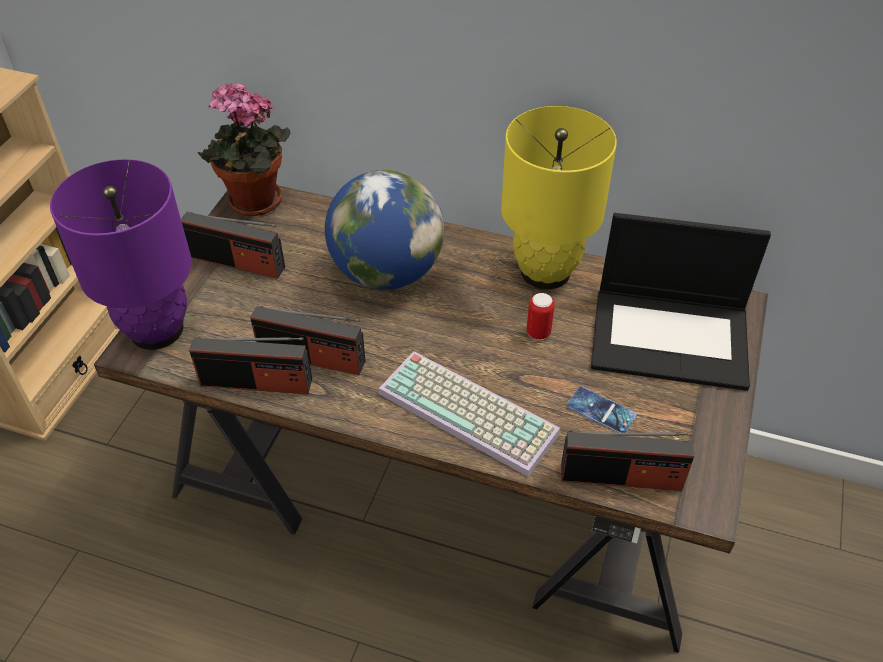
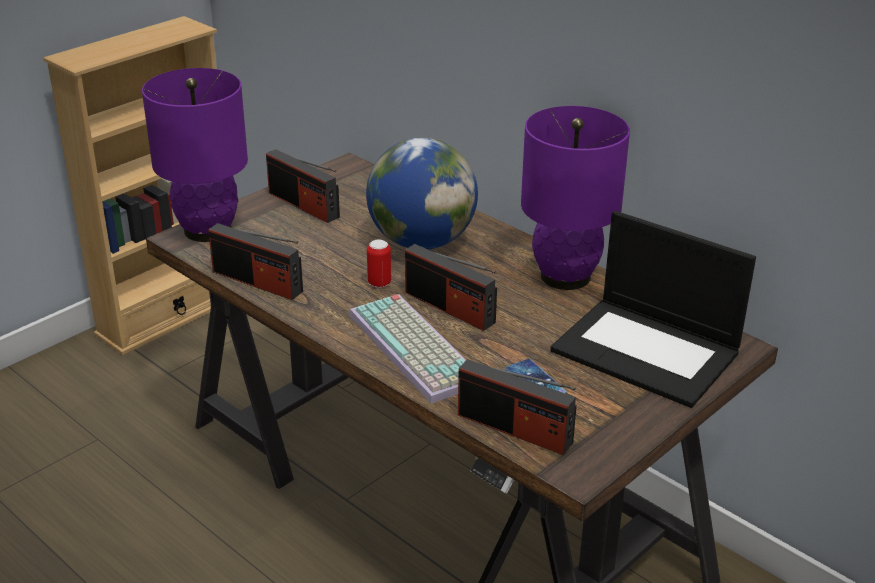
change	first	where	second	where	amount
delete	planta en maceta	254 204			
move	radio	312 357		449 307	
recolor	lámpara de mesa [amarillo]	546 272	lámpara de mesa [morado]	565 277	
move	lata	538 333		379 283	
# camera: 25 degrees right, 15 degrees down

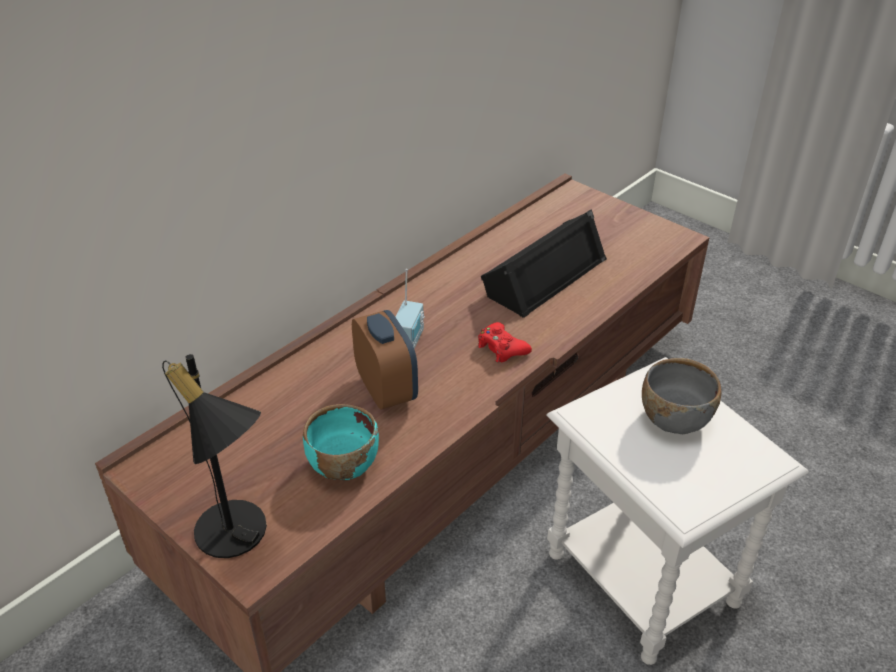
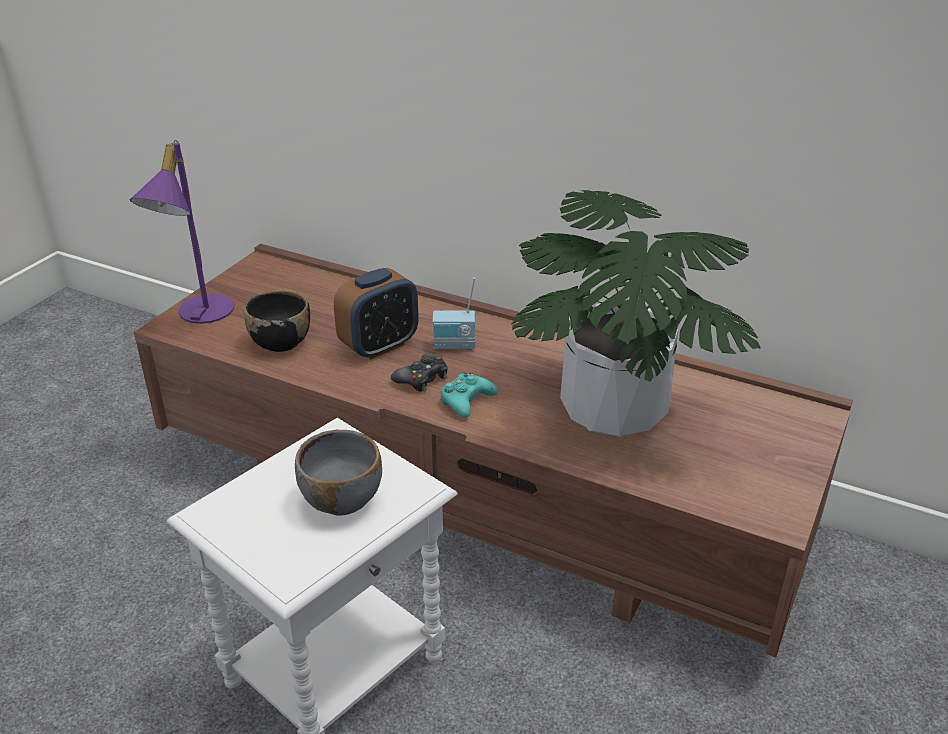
change	first	where	second	where	amount
recolor	lámpara de mesa [negro]	238 538	lámpara de mesa [morado]	197 314	
recolor	cuenco [turquesa]	343 464	cuenco [negro]	281 342	
recolor	mando de consola [rojo]	501 348	mando de consola [turquesa]	466 401	
replace	altavoz [negro]	543 275	planta en maceta	613 412	
insert			mando de consola [negro]	422 378	
# camera: 75 degrees right, 5 degrees down

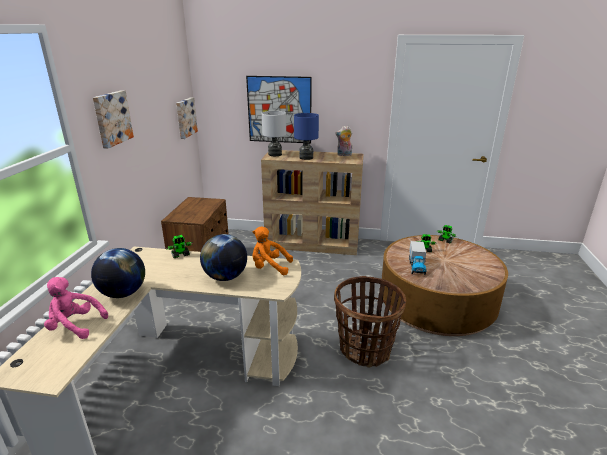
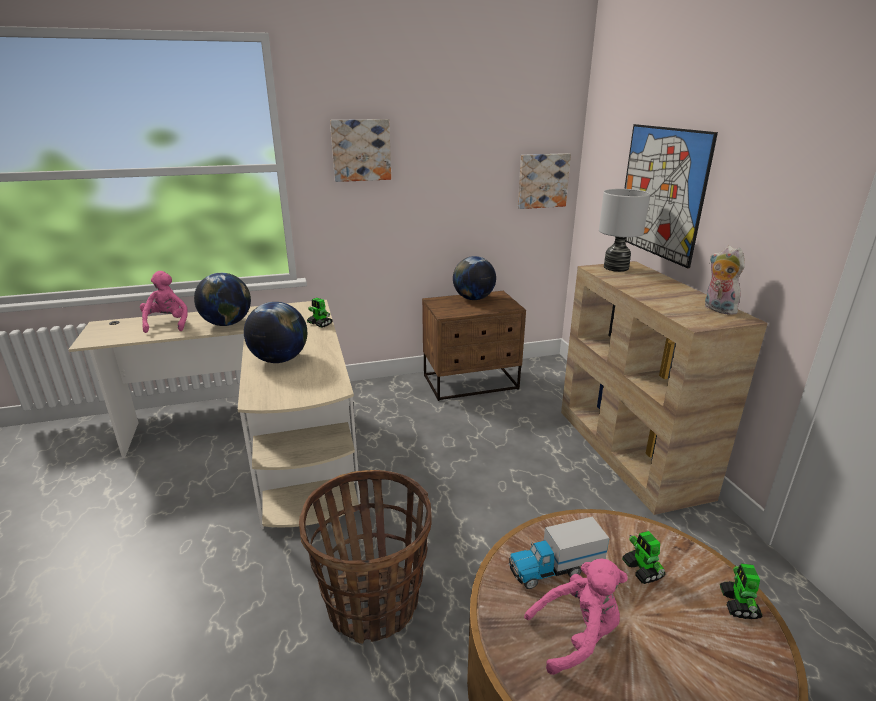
change	first	where	second	where	amount
delete	peluche [naranja]	269 267			
delete	lámpara de mesa [azul]	306 158			
insert			globo terráqueo	473 299	
insert			peluche [rosa]	577 635	
# camera: 65 degrees right, 0 degrees up

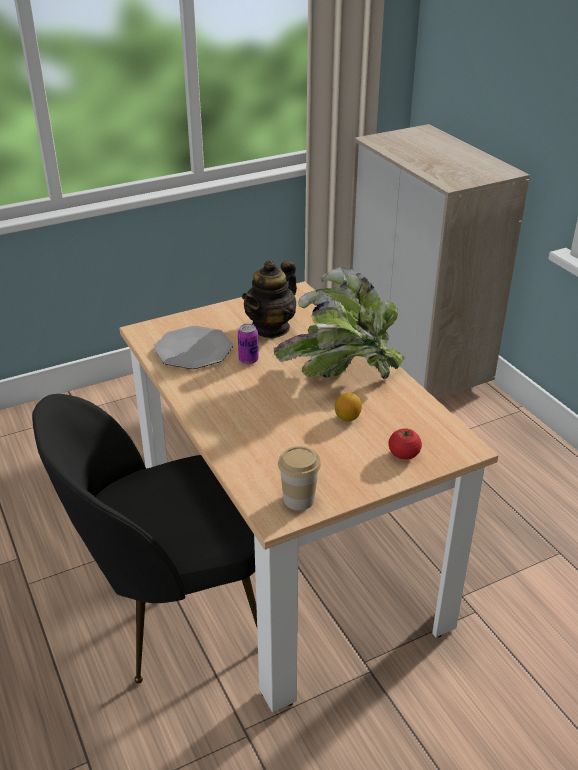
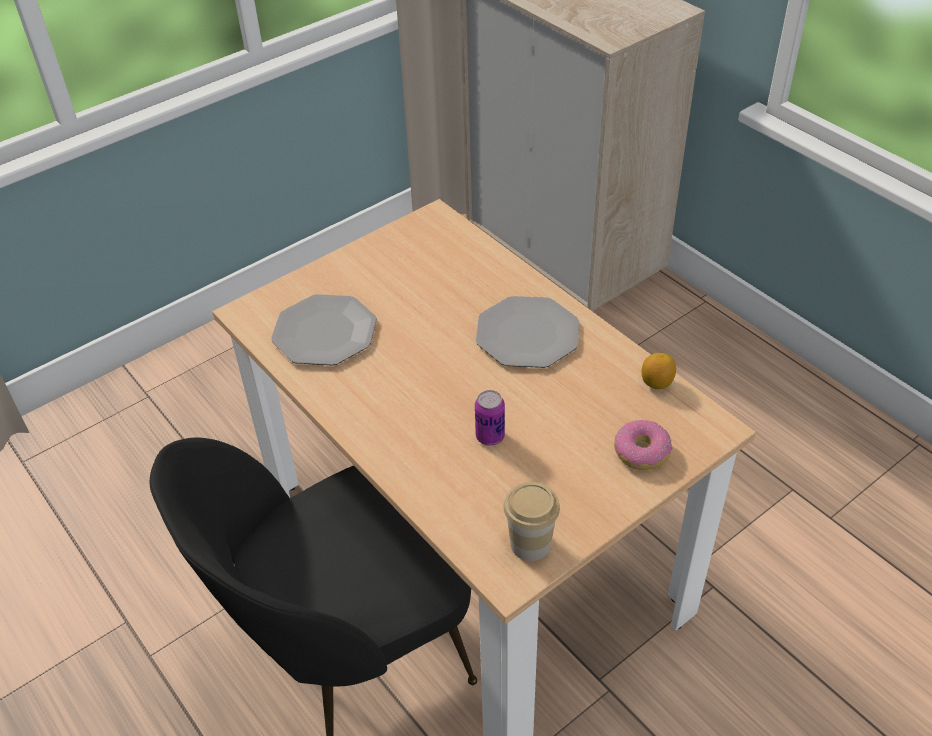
change	first	where	second	where	amount
move	lata	248 360		490 436	
delete	tetera	271 328			
replace	planta en maceta	341 370	plato	527 334	
move	limón	347 417		656 383	
replace	tomate	403 454	rosquilla	641 451	
# camera: 10 degrees left, 10 degrees up

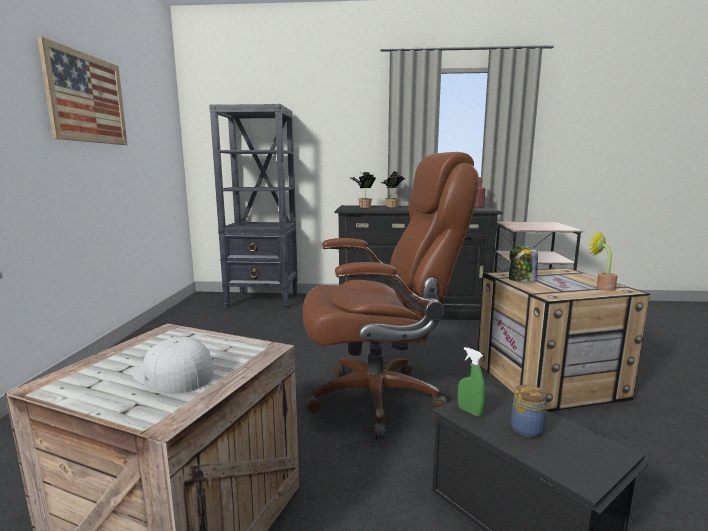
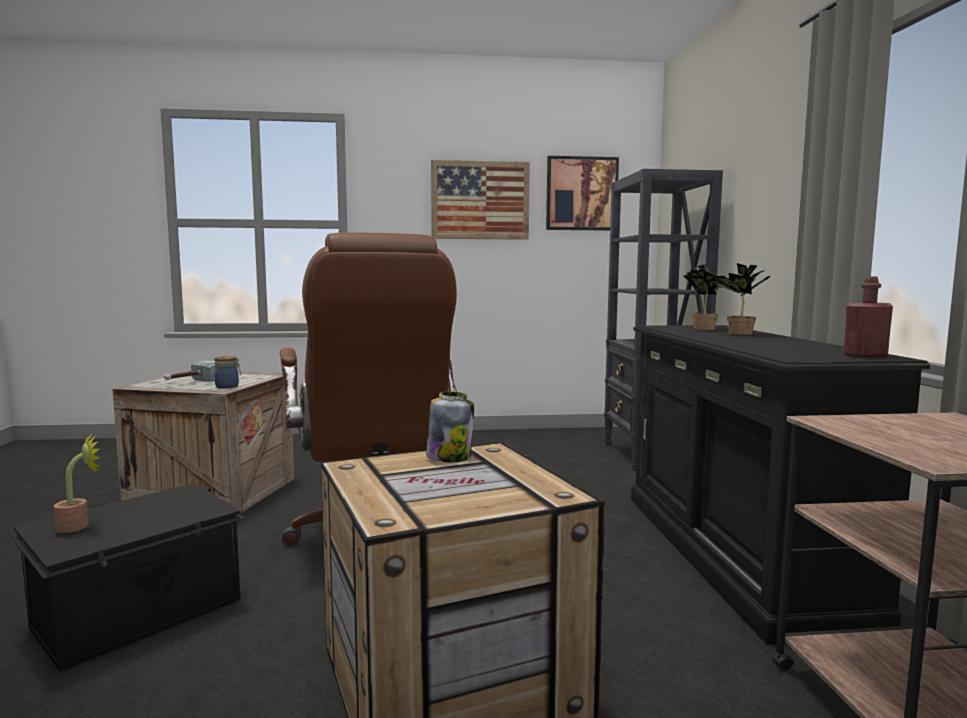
change	first	where	second	where	amount
replace	gorra [blanco]	172 374	martillo	193 382	
delete	pulverizador [verde]	470 411			
move	tarro	525 428		228 386	
move	planta en maceta	602 287		79 525	
insert			cuadro	581 194	
# camera: 80 degrees right, 5 degrees down

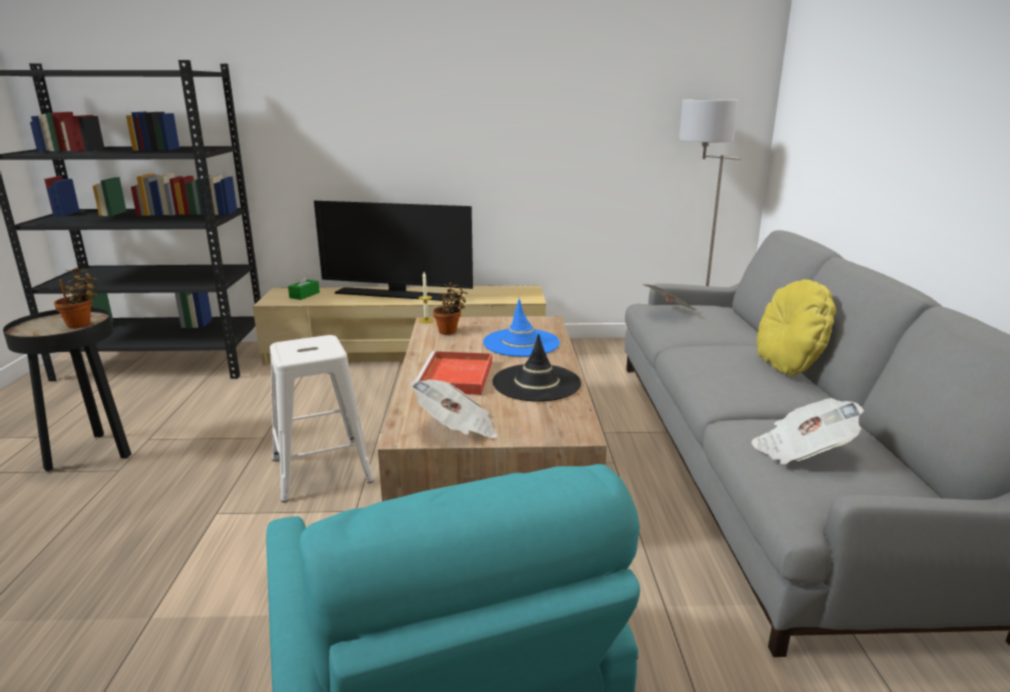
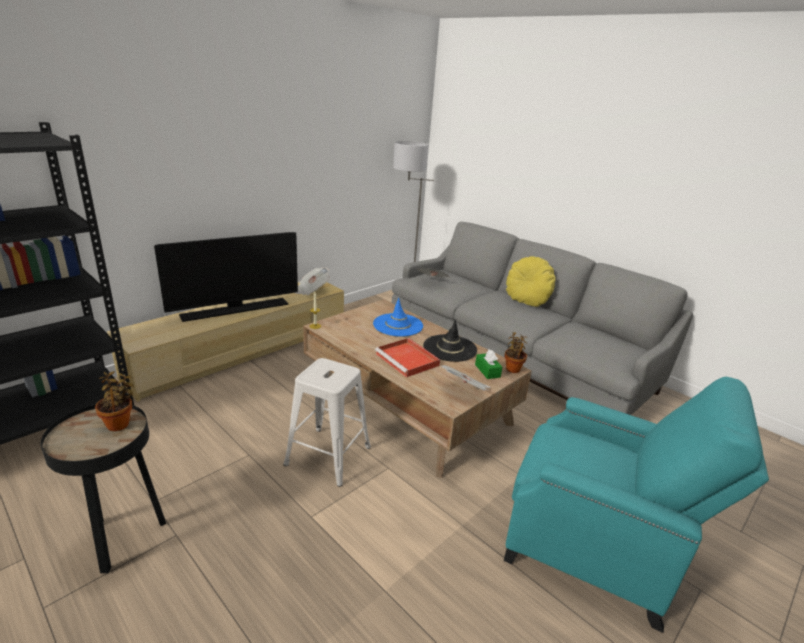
change	first	where	second	where	amount
move	caja de pañuelos [verde]	304 295		487 371	
move	planta en maceta	449 331		513 368	
move	periódico	801 452		311 290	
# camera: 45 degrees left, 5 degrees up

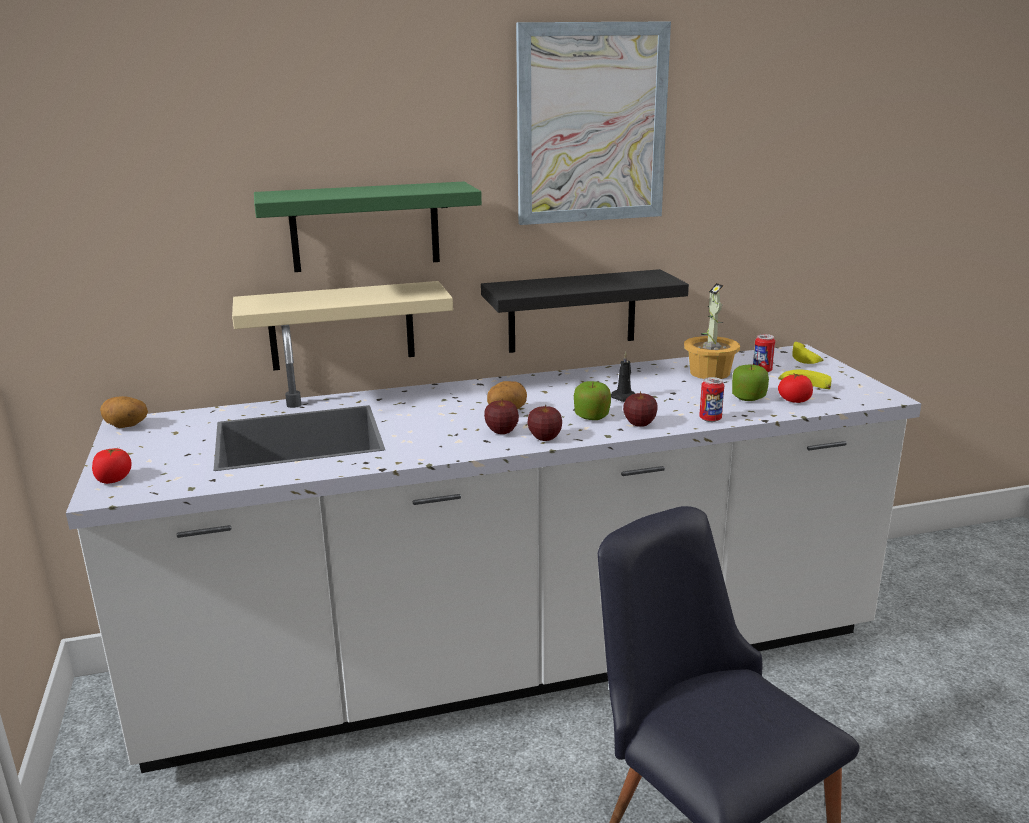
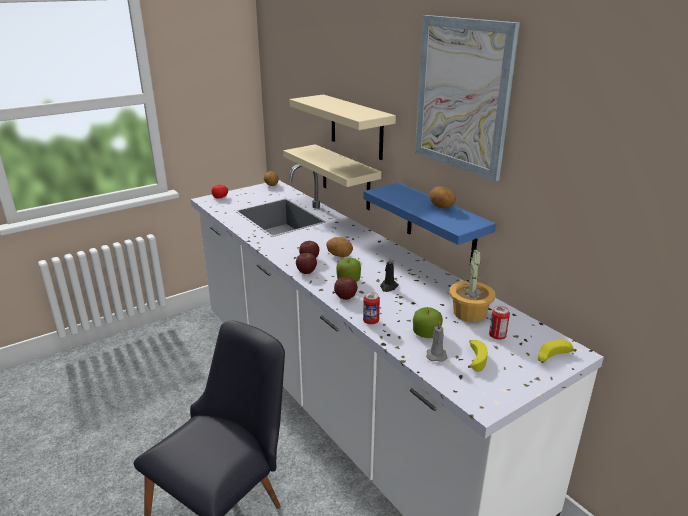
change	first	where	second	where	amount
recolor	estante [verde]	365 227	estante [beis]	356 127	
recolor	estante [negro]	572 311	estante [azul]	441 225	
replace	tomate	794 400	vela [gris]	436 355	
insert			patata	441 207	
# camera: 70 degrees right, 5 degrees up

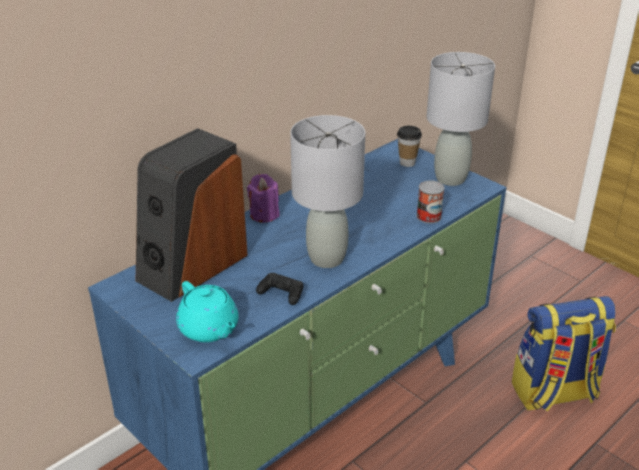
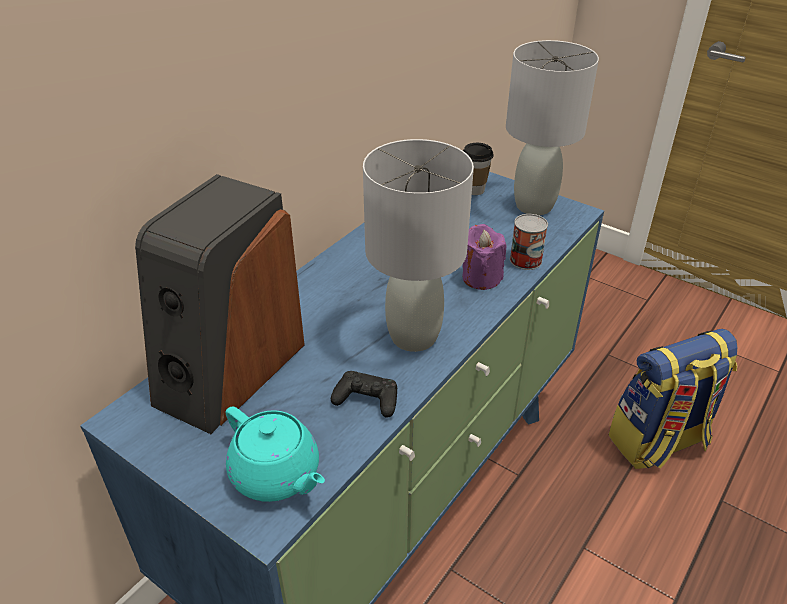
change	first	where	second	where	amount
move	vela [morado]	264 214		481 278	
# camera: 10 degrees left, 5 degrees up

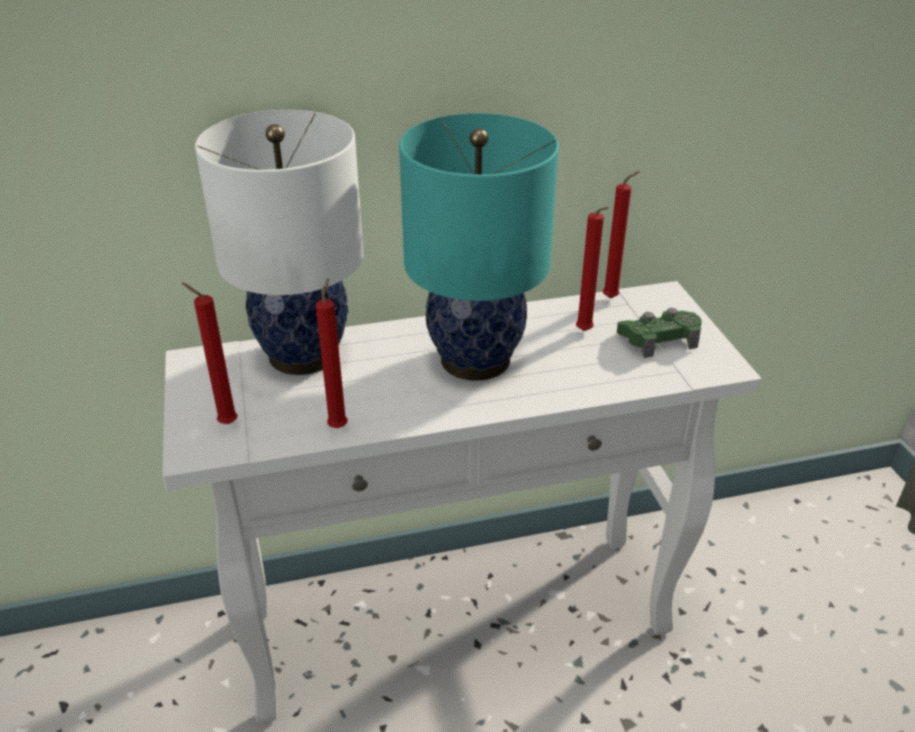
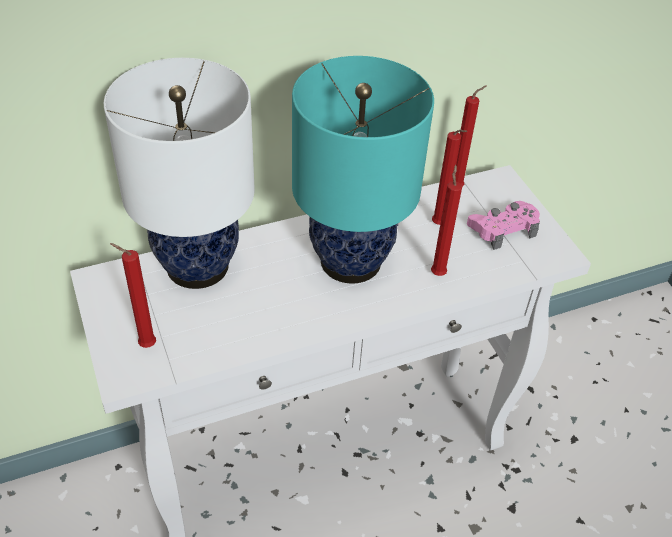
change	first	where	second	where	amount
move	vela [rojo]	339 425		438 272	
recolor	mando de consola [verde]	659 339	mando de consola [rosa]	503 229	
# camera: 10 degrees left, 10 degrees up

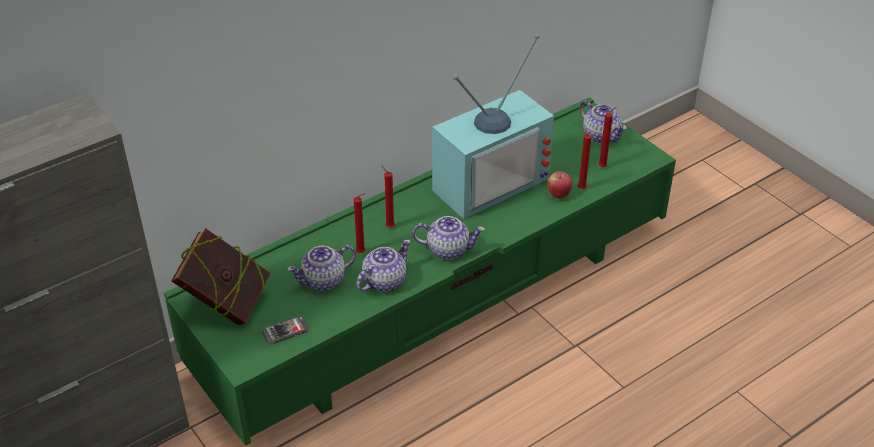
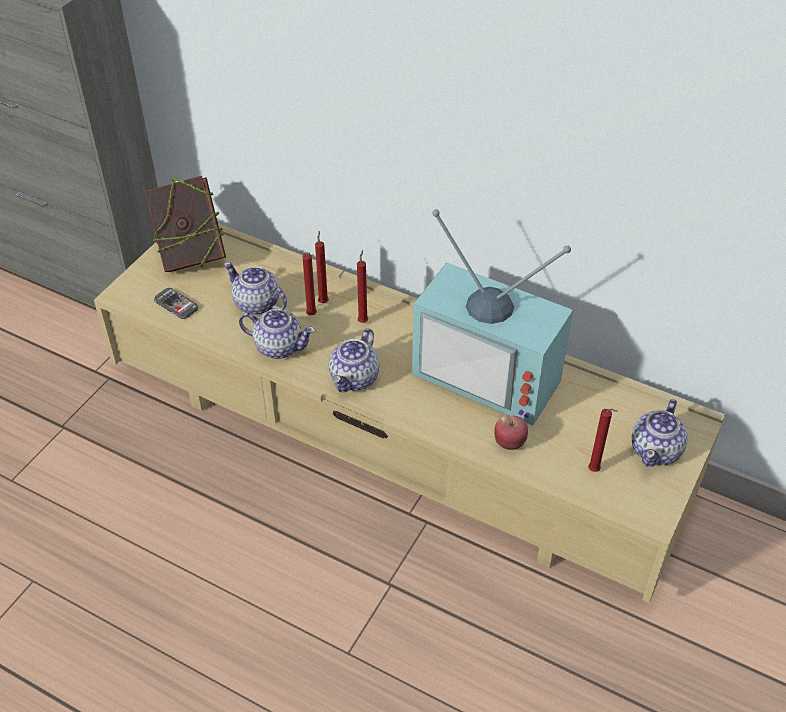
change	first	where	second	where	amount
recolor	mueble de televisión [verde]	436 295	mueble de televisión [beis]	394 433	
rotate	tetera	448 249		355 378	45 degrees clockwise
move	vela [rojo]	580 188		323 301	
# camera: 65 degrees right, 5 degrees up

